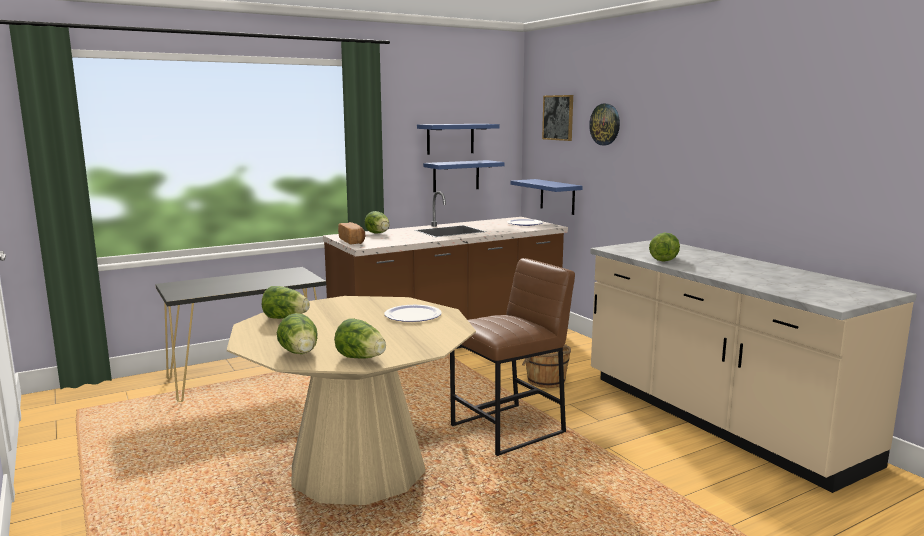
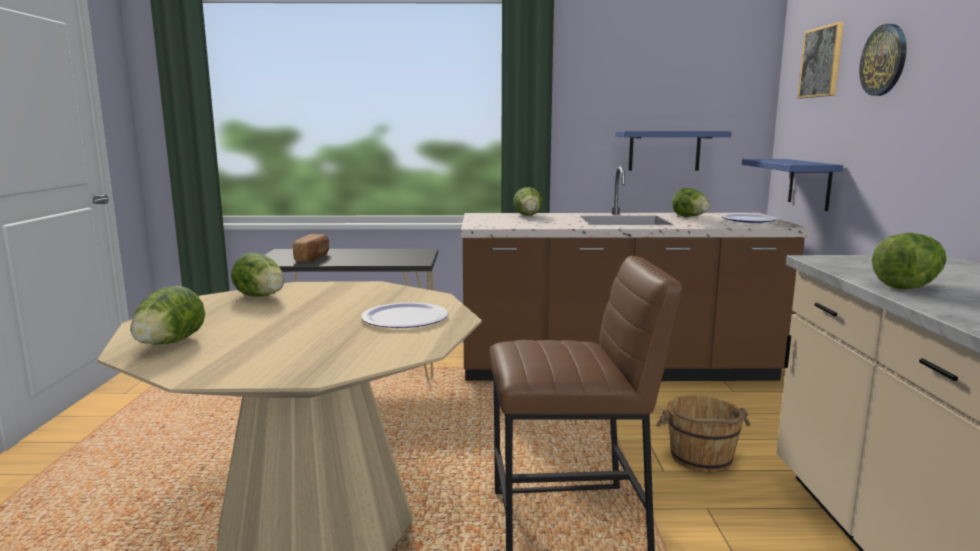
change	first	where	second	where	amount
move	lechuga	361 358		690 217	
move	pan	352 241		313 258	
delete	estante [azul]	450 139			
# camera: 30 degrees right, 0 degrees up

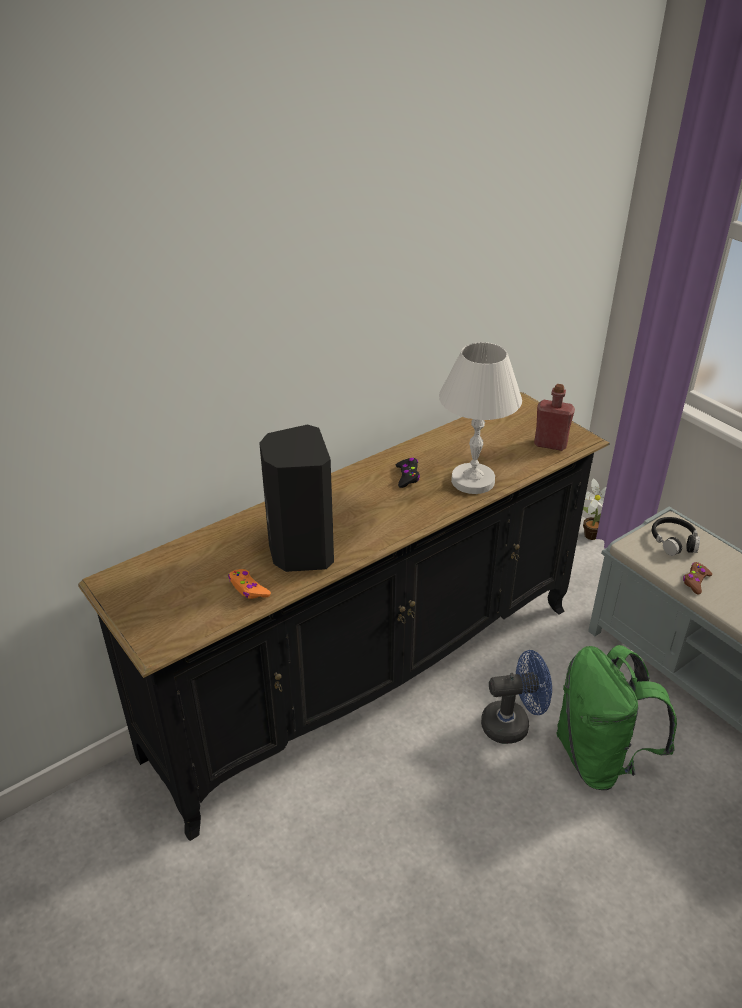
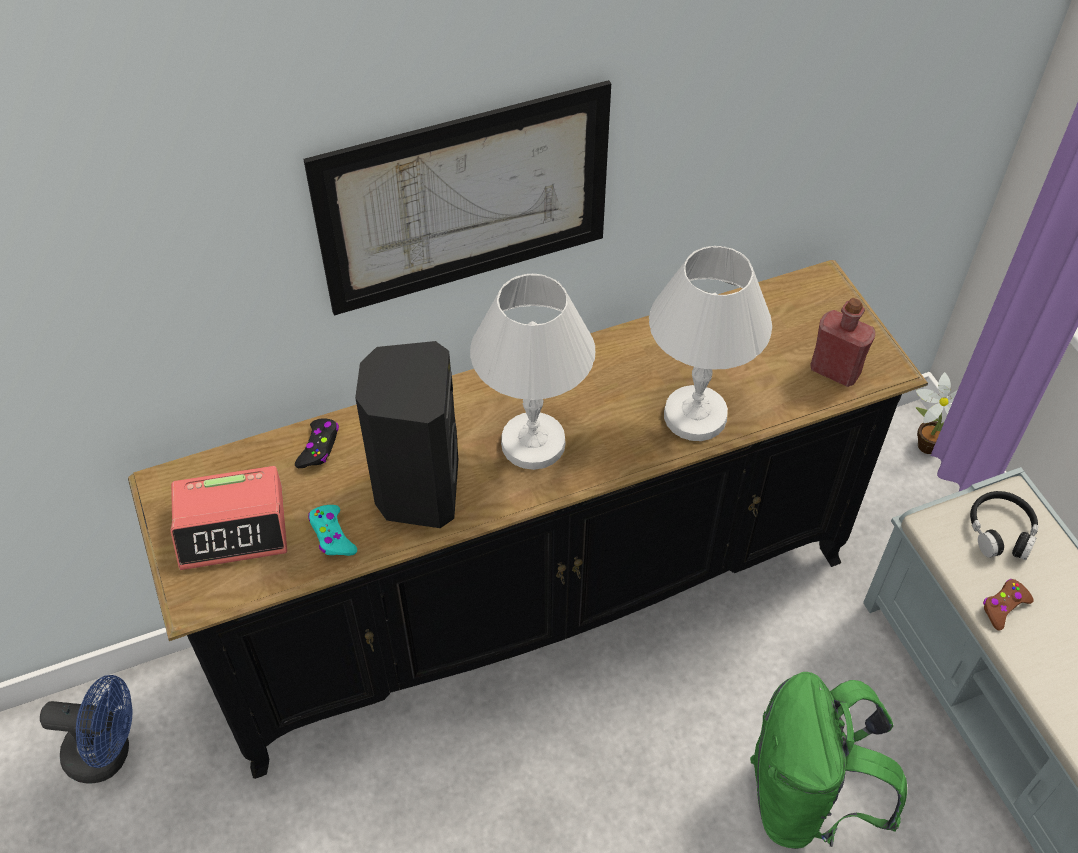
change	first	where	second	where	amount
recolor	mando de consola [naranja]	248 589	mando de consola [turquesa]	332 536	
move	mando de consola [negro]	407 476		319 447	
move	ventilador [azul]	513 724		108 753	
insert			despertador	233 526	
insert			cuadro	465 200	
insert			lámpara de mesa [blanco]	533 444	
# camera: 15 degrees right, 15 degrees up

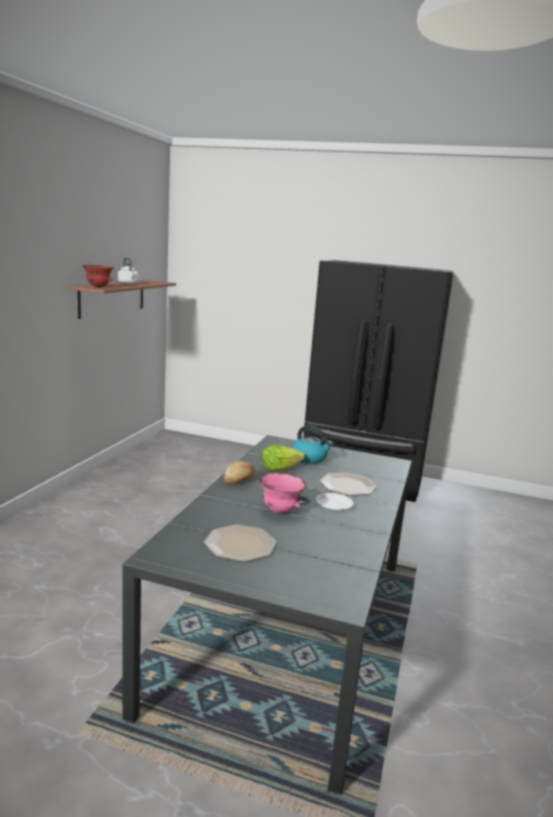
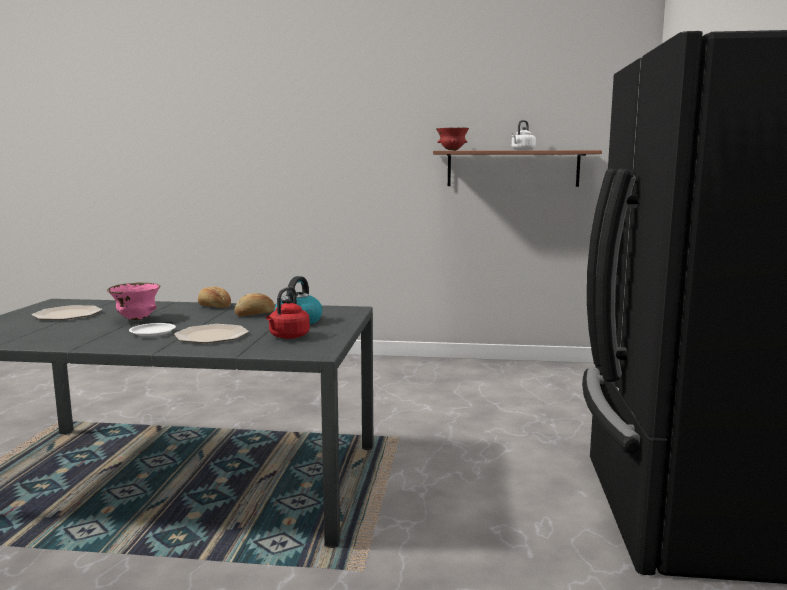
change	first	where	second	where	amount
replace	lechuga	279 468	pan	255 314	
insert			hervidor [rojo]	288 337	
# camera: 80 degrees right, 5 degrees down

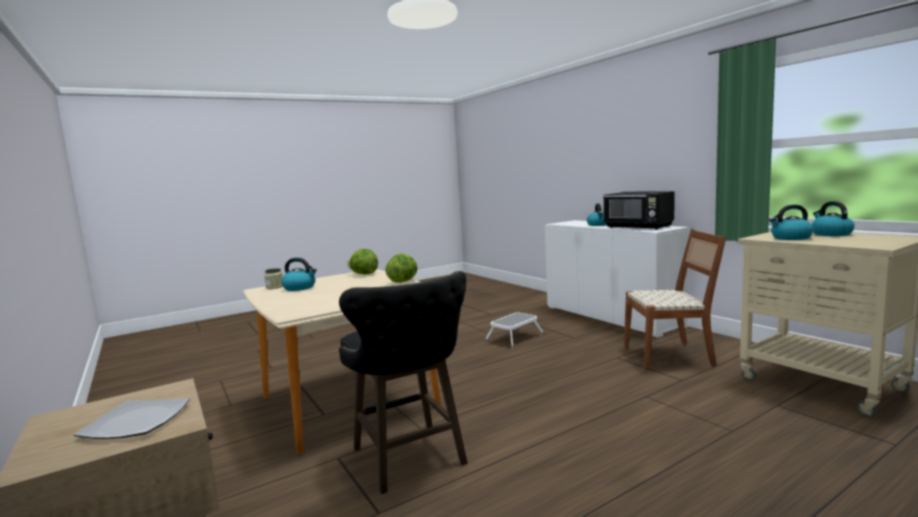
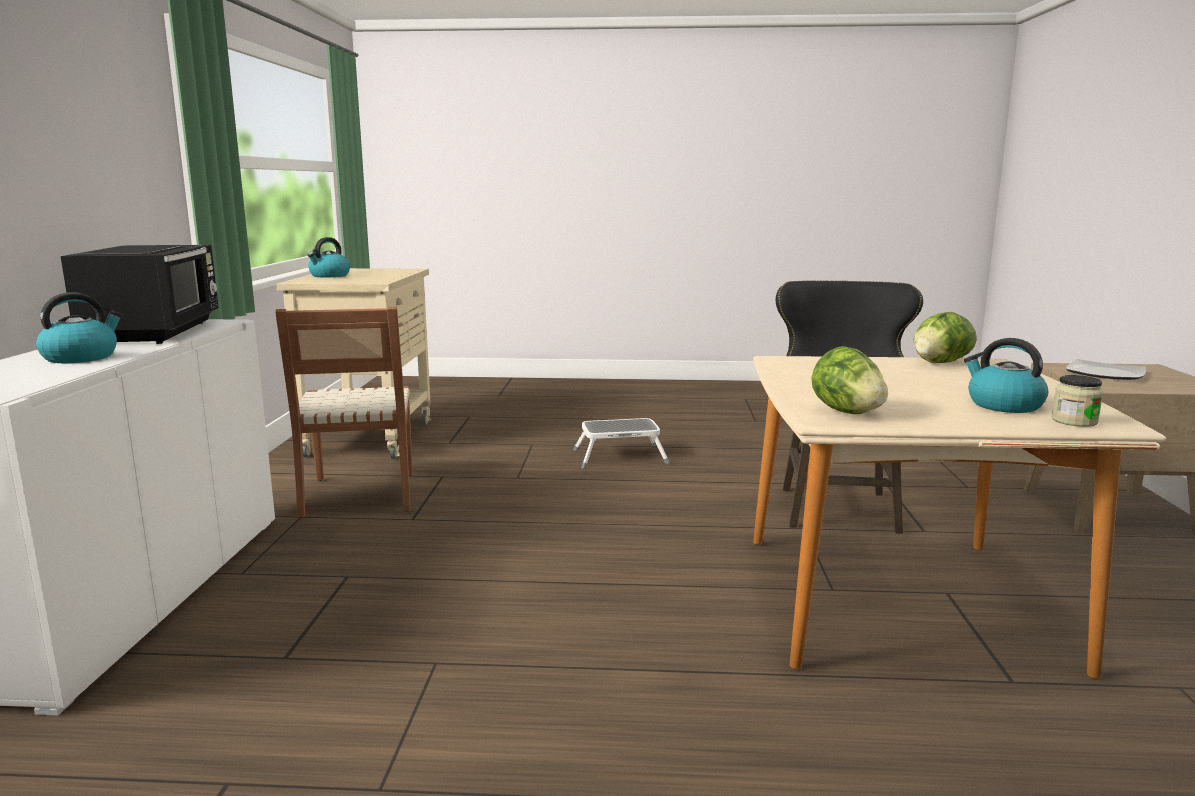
change	first	where	second	where	amount
move	lechuga	403 281		939 363	
move	escalera de tijera [gris]	514 338		620 456	
rotate	silla	671 356		358 497	135 degrees counterclockwise
delete	hervidor	790 238			
# camera: 145 degrees left, 5 degrees up

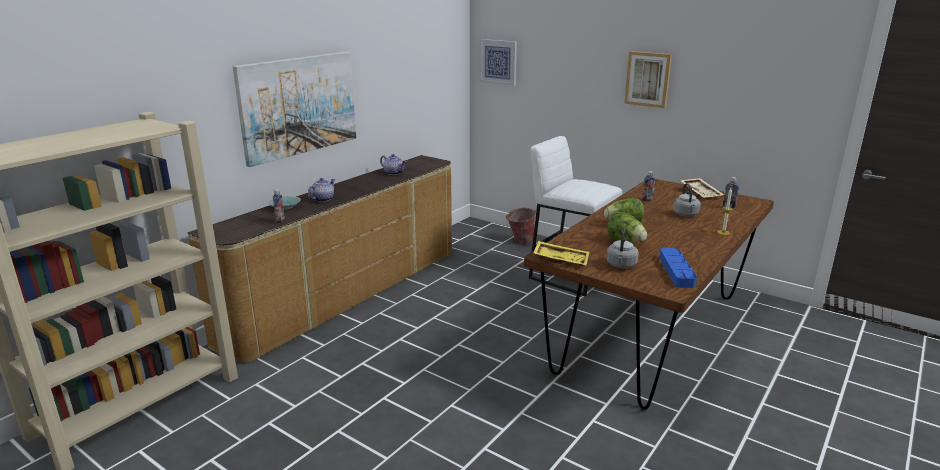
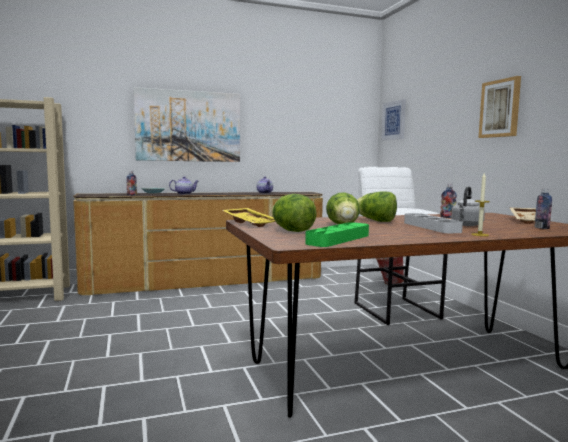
change	first	where	second	where	amount
replace	hervidor [gris]	621 265	lechuga	292 231	
recolor	bandeja [azul]	676 271	bandeja [verde]	338 239	
insert			bandeja [gris]	431 227	
# camera: 35 degrees right, 15 degrees down

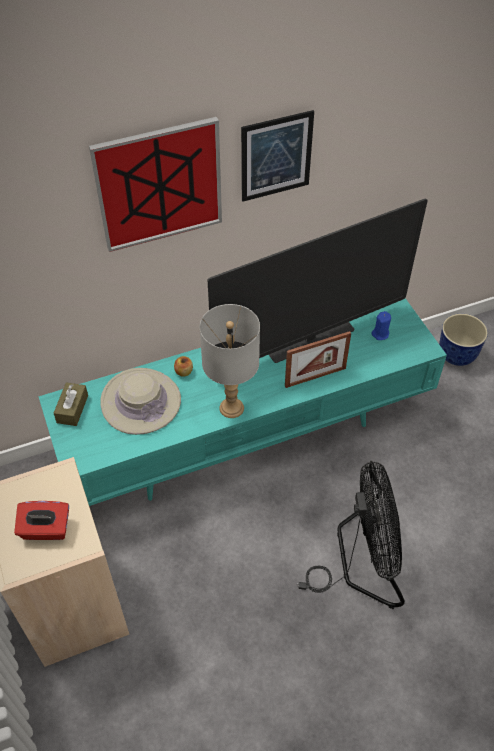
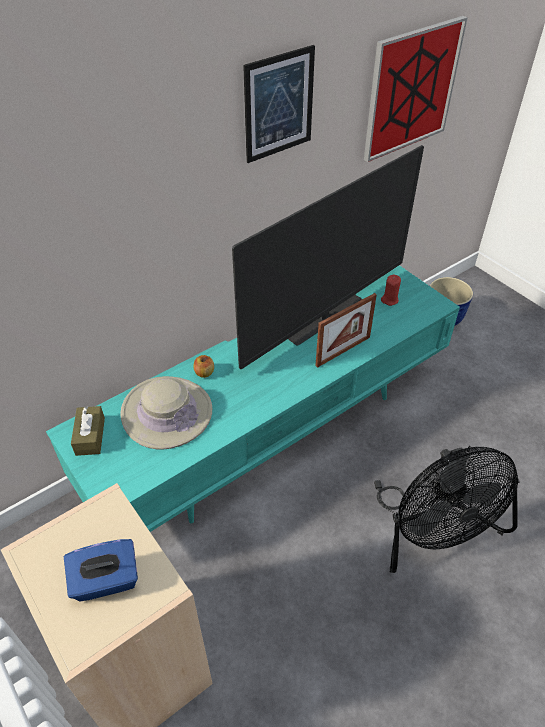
change	first	where	second	where	amount
recolor	caja de pañuelos [rojo]	46 529	caja de pañuelos [azul]	106 581	
move	cuadro	159 185		411 89	
delete	lámpara de mesa [gris]	232 408			
rotate	ventilador [negro]	359 558		430 530	90 degrees clockwise
recolor	vela [azul]	380 334	vela [rojo]	389 300	
# camera: 15 degrees left, 5 degrees down

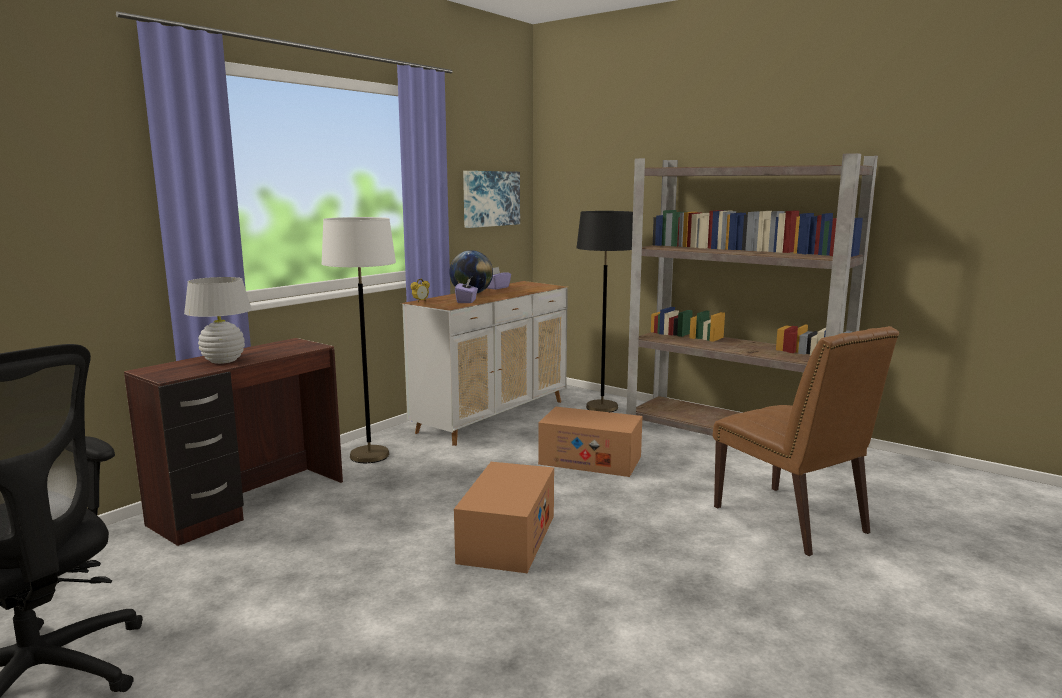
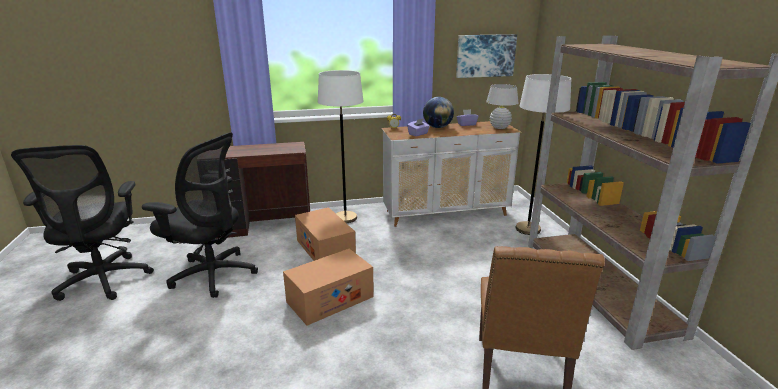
change	first	where	second	where	amount
move	lámpara de mesa [blanco]	223 361		499 127	
move	caja de cartón	590 460		325 249	
recolor	lámpara de pie [negro]	602 407	lámpara de pie [blanco]	528 229	
insert			silla de oficina [negro]	209 274	
# camera: 40 degrees right, 10 degrees up

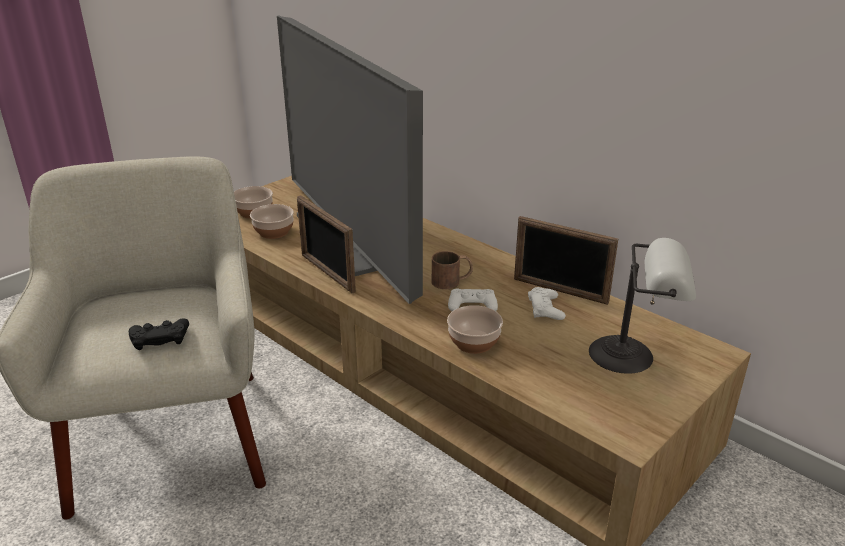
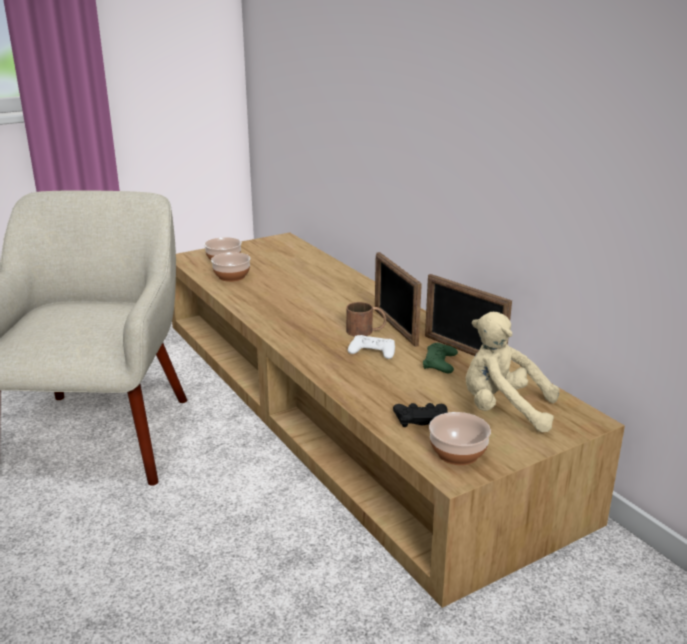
change	first	where	second	where	amount
move	mando de consola [negro]	160 338		420 418	
delete	televisor	355 237			
move	portarretratos	327 273		395 327	
move	cuenco	474 342		458 453	
recolor	mando de consola [blanco]	545 308	mando de consola [verde]	440 363	
replace	lámpara de mesa	634 355	peluche [beis]	503 410	
# camera: 15 degrees right, 5 degrees down

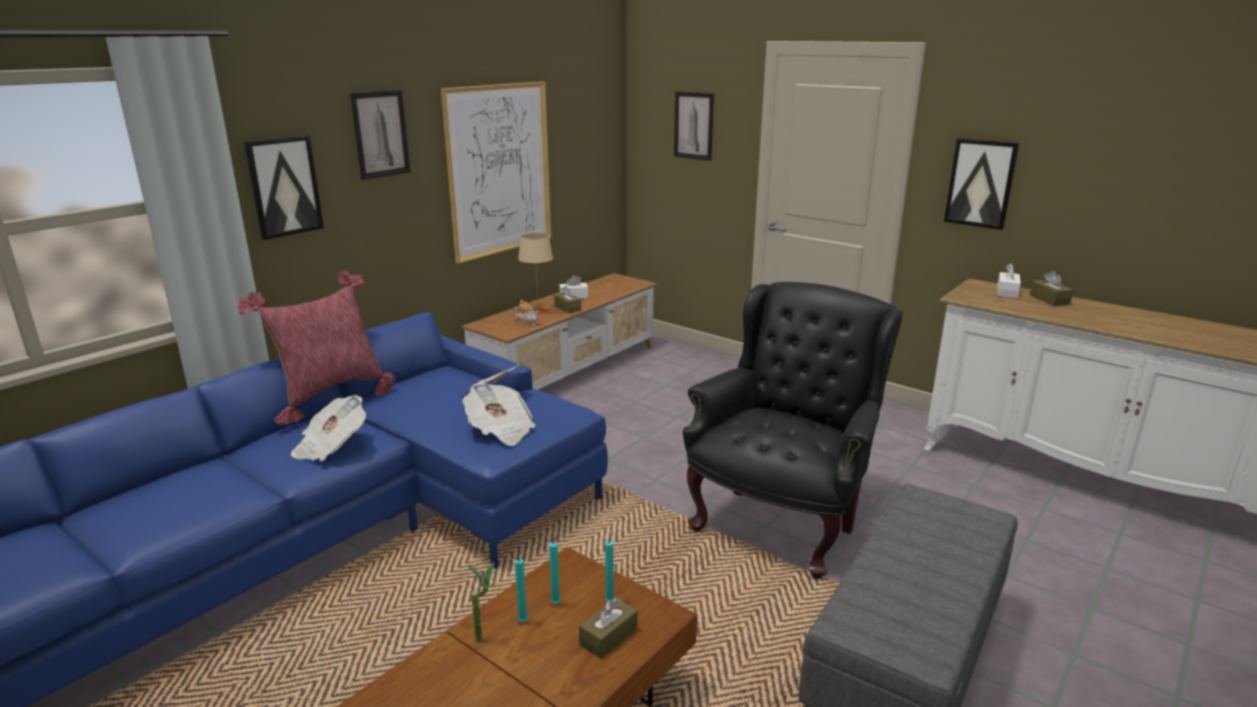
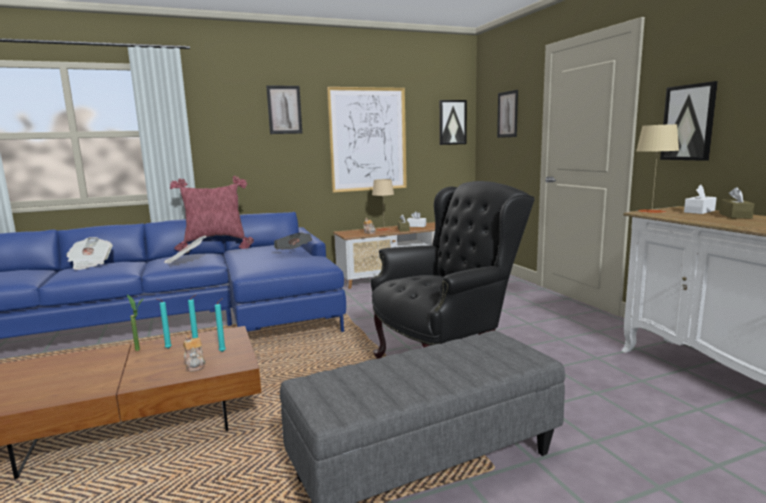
change	first	where	second	where	amount
move	cuadro	284 186		452 122	
move	periódico	500 430		90 264	
replace	caja de pañuelos [marrón]	608 637	tetera	195 365	
insert			lámpara de mesa [beis]	651 211	
# camera: 30 degrees right, 10 degrees down

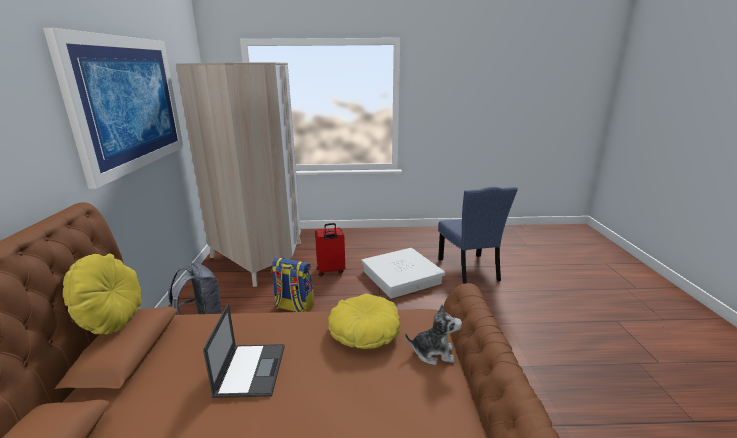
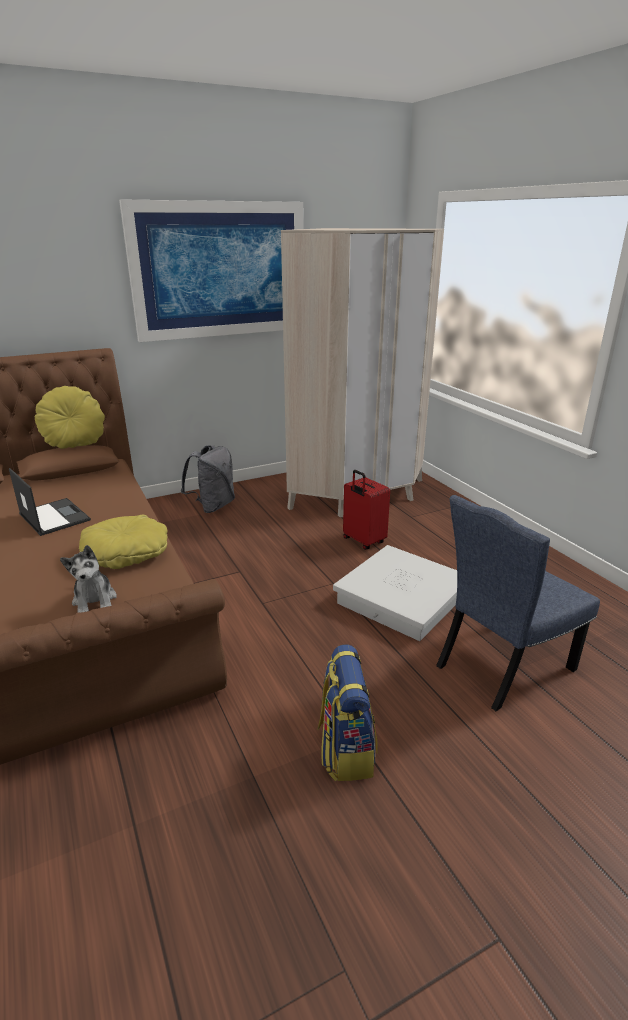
change	first	where	second	where	amount
rotate	portátil	251 369		54 517	105 degrees counterclockwise
move	mochila	294 307		345 750	
# camera: 65 degrees right, 5 degrees up

